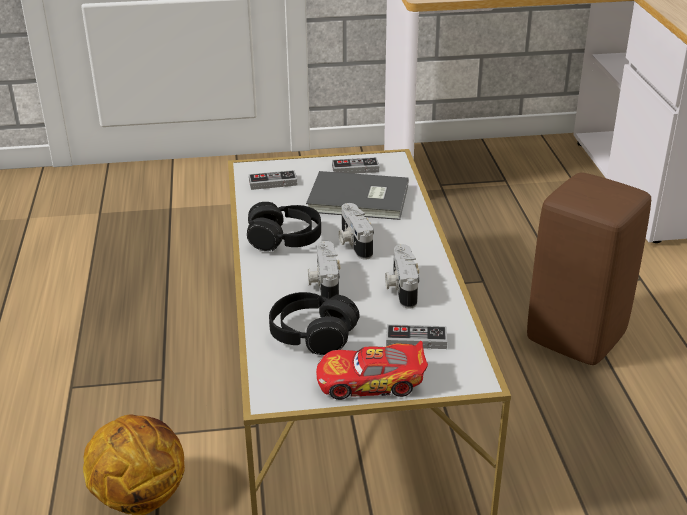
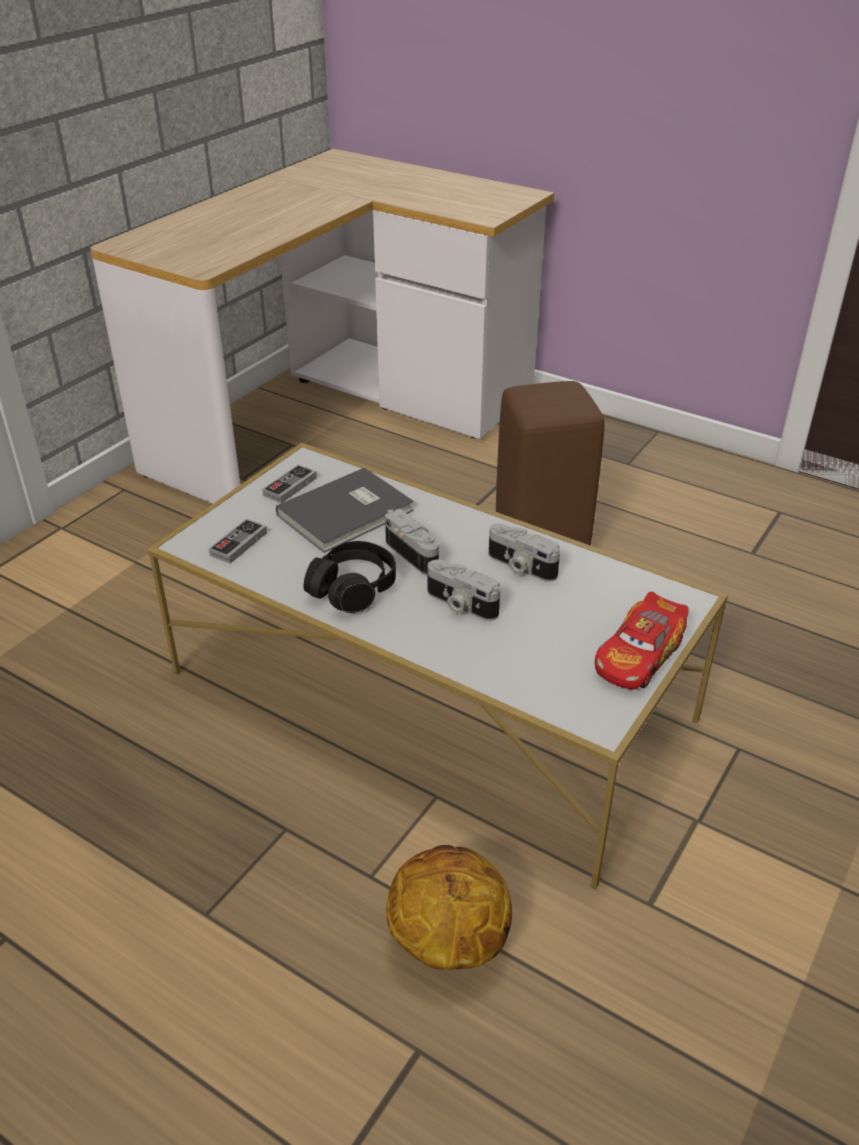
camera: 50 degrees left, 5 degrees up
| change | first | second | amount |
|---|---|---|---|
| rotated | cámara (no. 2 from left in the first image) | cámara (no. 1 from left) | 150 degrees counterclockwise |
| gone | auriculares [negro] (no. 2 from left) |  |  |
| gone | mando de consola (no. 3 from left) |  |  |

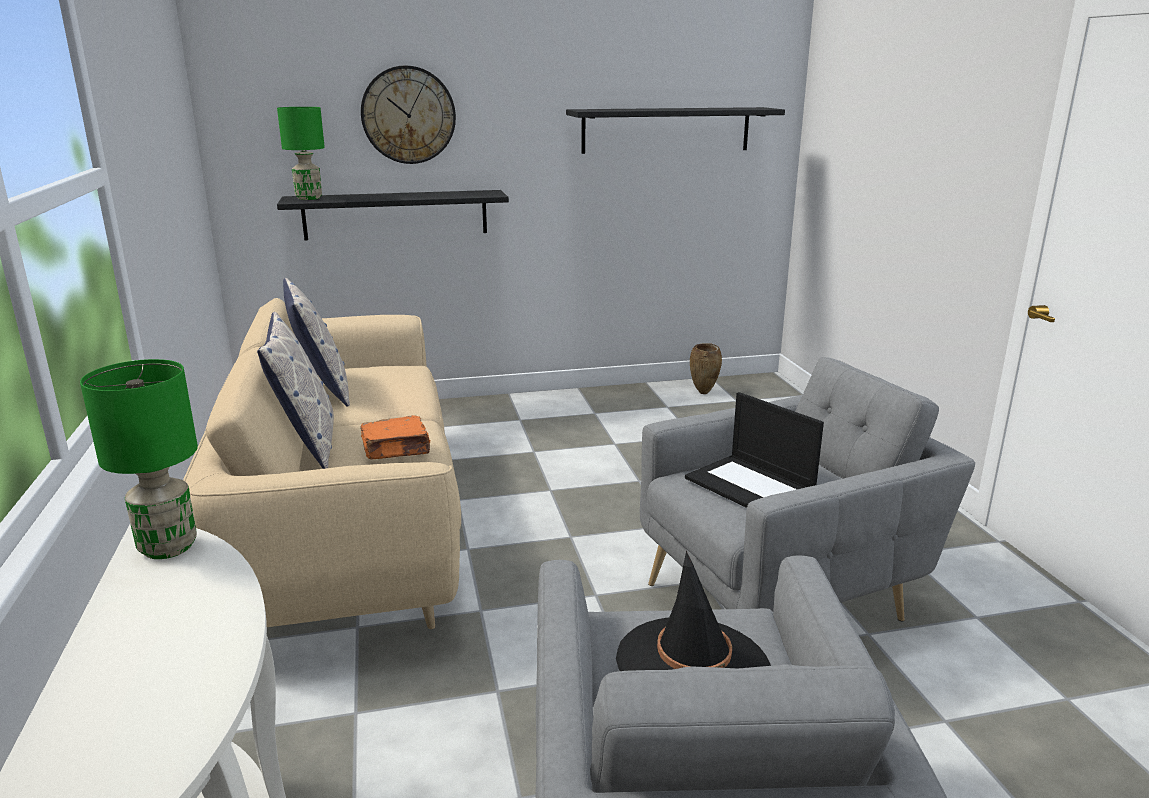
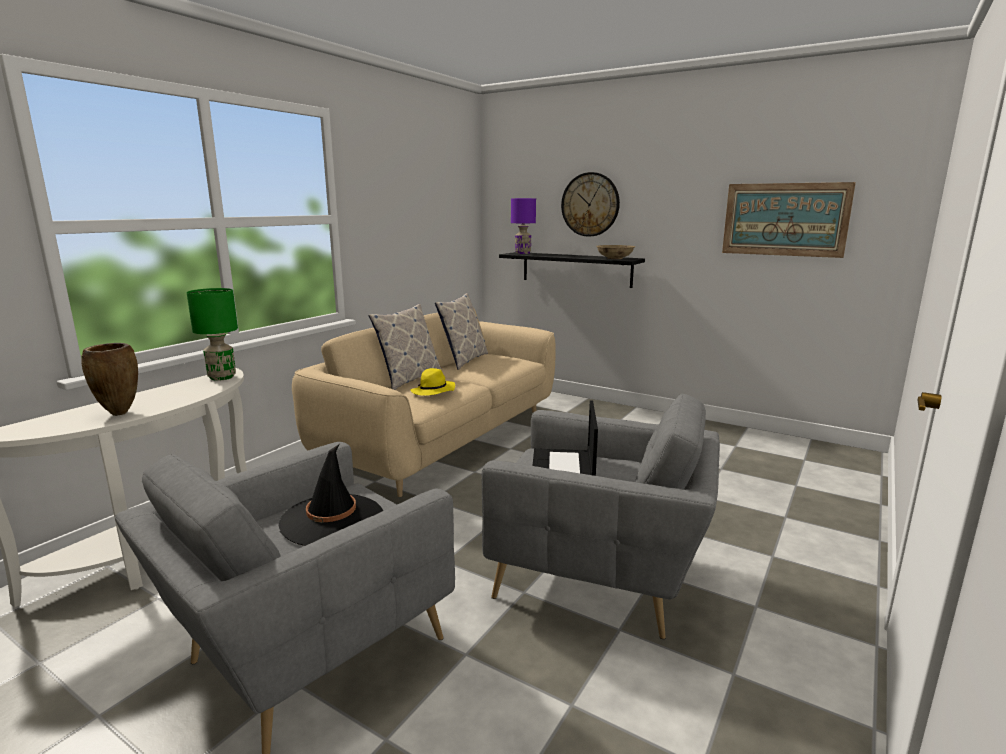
camera: 45 degrees right, 5 degrees down
| change | first | second | amount |
|---|---|---|---|
| shifted | florero [marrón] |  |  |
| swapped | libro [naranja] | sombrero [amarillo] |  |
| repainted | lámpara de mesa [verde] (no. 2 from left) | lámpara de mesa [morado] |  |
| new |  | cuenco [beis] |  |
| swapped | estante [negro] (no. 2 from left) | cuadro |  |

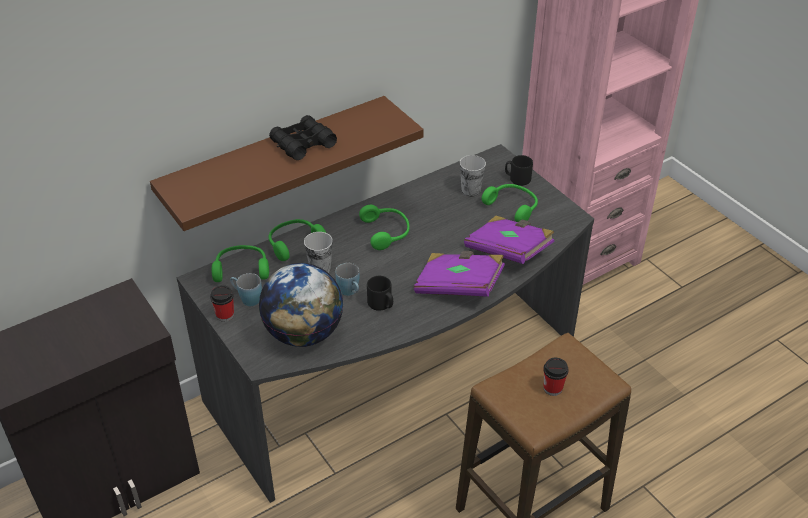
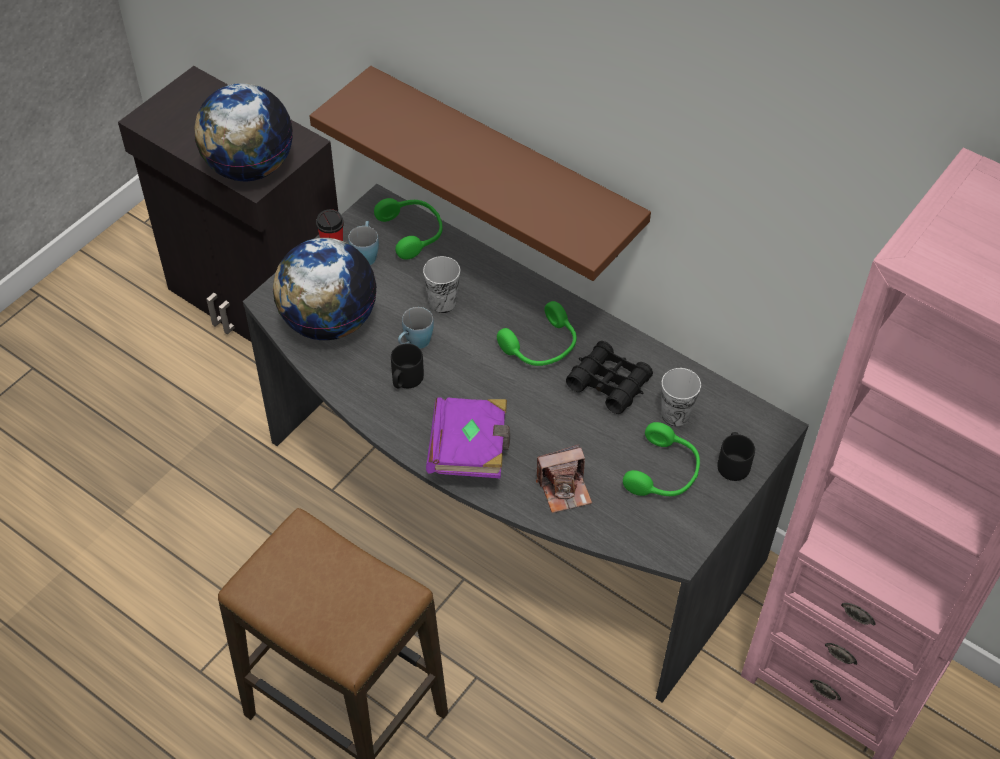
camera: 70 degrees right, 10 degrees up
| change | first | second | amount |
|---|---|---|---|
| new |  | globo terráqueo (no. 1 from left) |  |
| swapped | libro [morado] (no. 2 from left) | cámara |  |
| shifted | prismáticos [negro] |  |  |
| gone | auriculares [verde] (no. 2 from left) |  |  |
| gone | taza (no. 4 from left) |  |  |

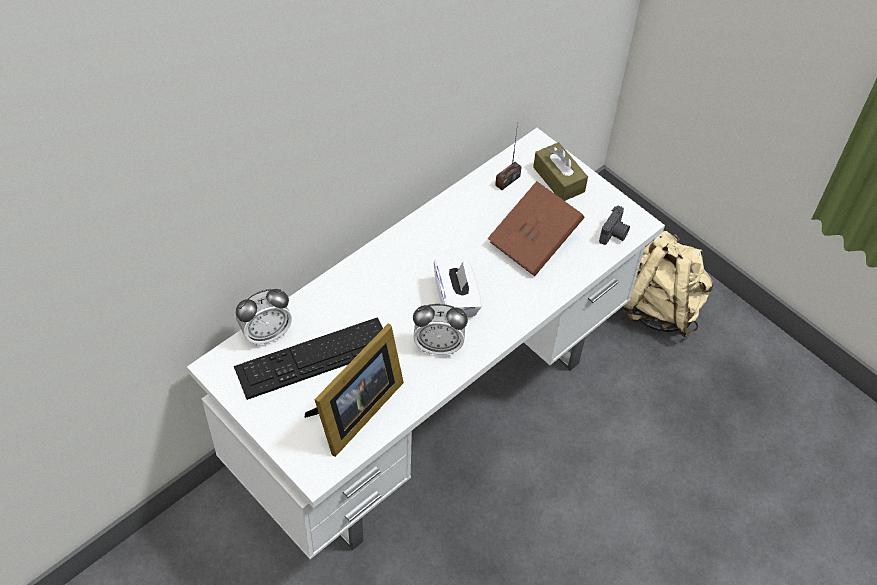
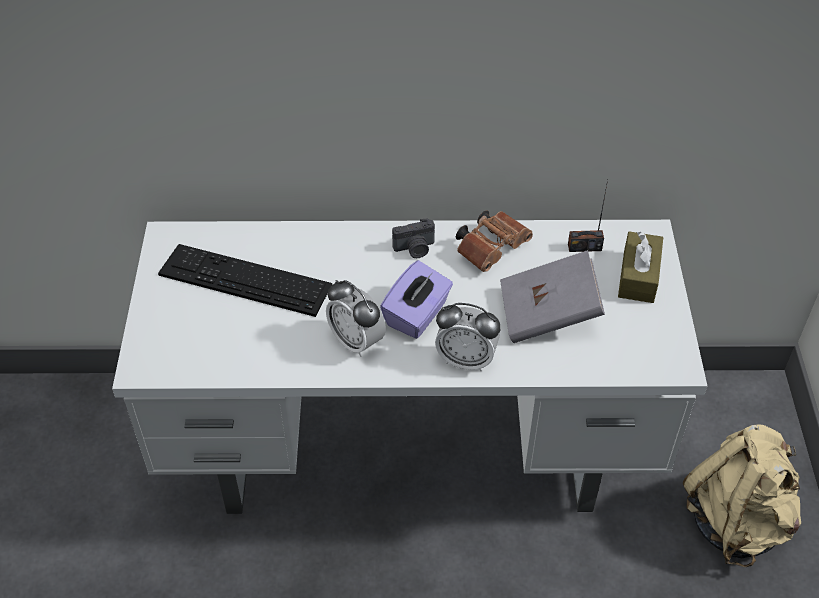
camera: 45 degrees right, 5 degrees down
| change | first | second | amount |
|---|---|---|---|
| repainted | caja de pañuelos [blanco] | caja de pañuelos [morado] |  |
| shifted | cámara |  |  |
| shifted | despertador (no. 1 from left in the first image) | despertador (no. 2 from left) |  |
| new |  | prismáticos [marrón] |  |
| repainted | libro [marrón] | libro [gris] |  |
| gone | portarretratos |  |  |

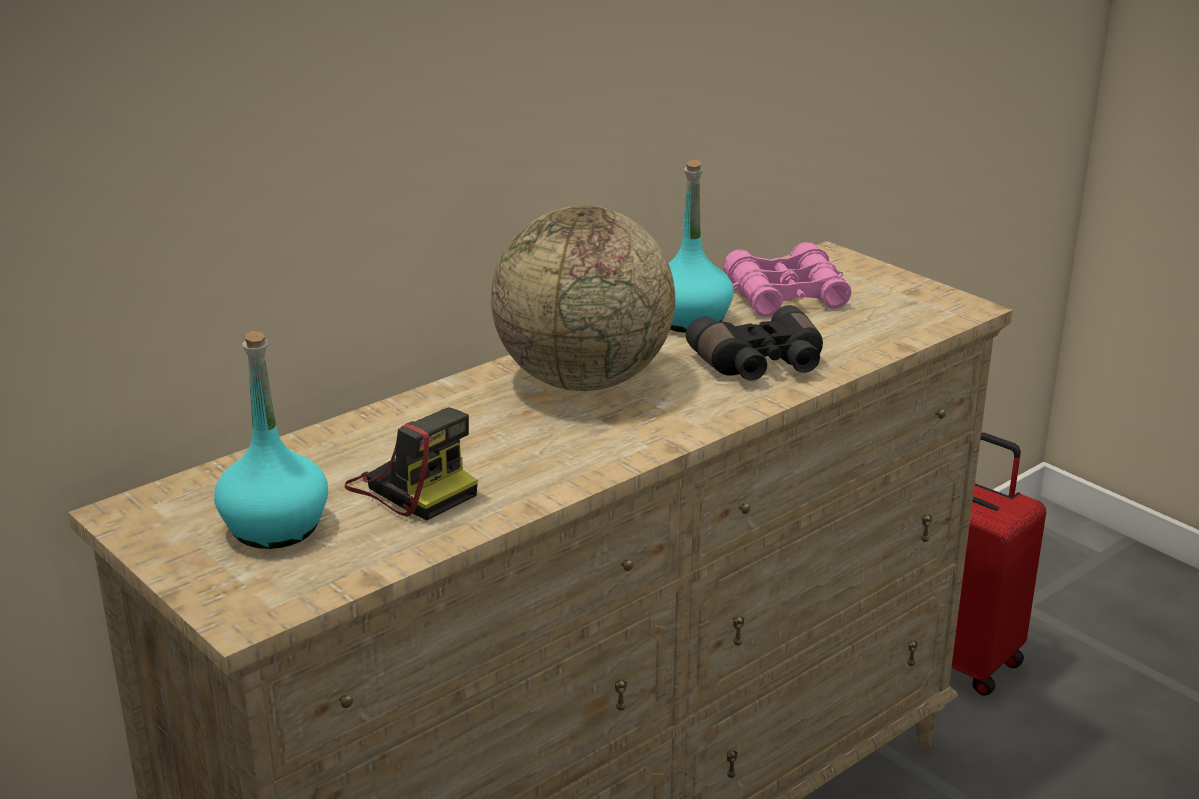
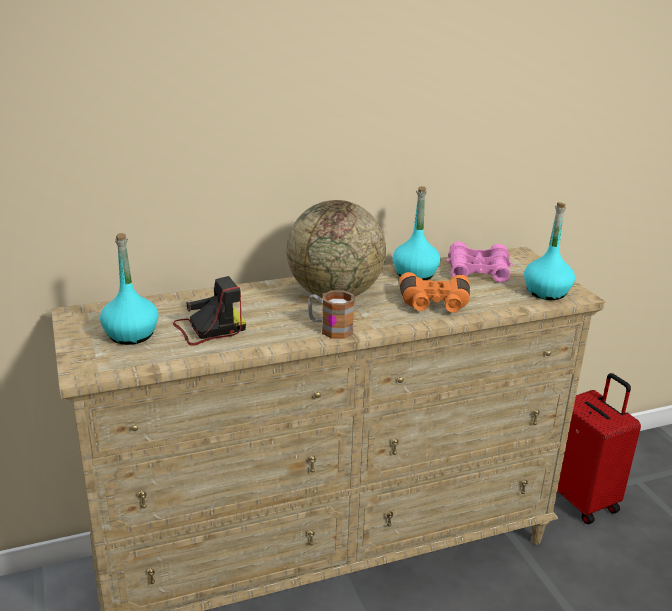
camera: 20 degrees right, 0 degrees up
| change | first | second | amount |
|---|---|---|---|
| rotated | cámara |  | 90 degrees counterclockwise |
| new |  | taza grande |  |
| repainted | prismáticos [negro] | prismáticos [naranja] |  |
| new |  | botella [turquesa] (no. 3 from left) |  |

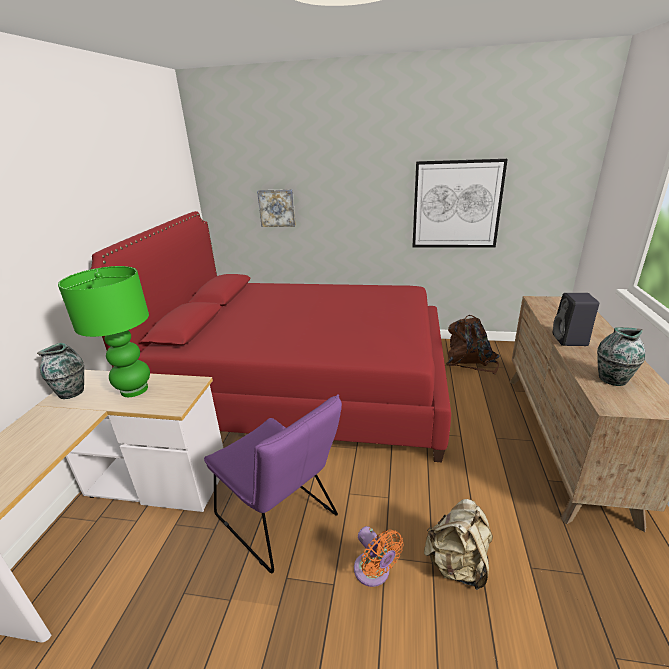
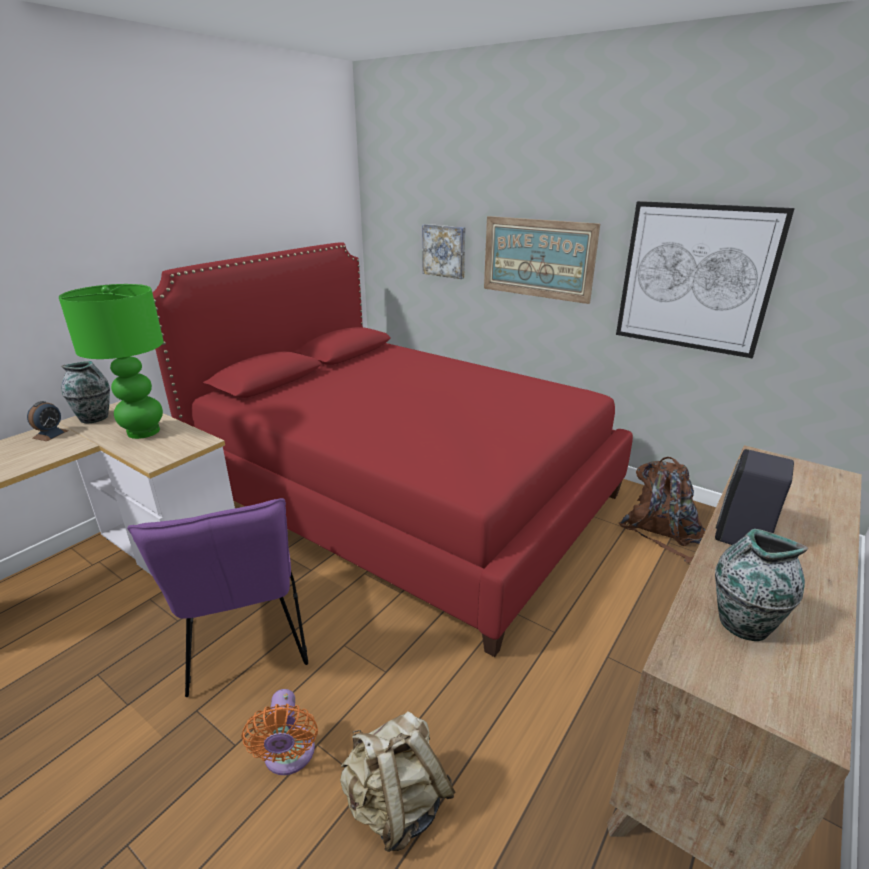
camera: 25 degrees right, 0 degrees up
| change | first | second | amount |
|---|---|---|---|
| new |  | despertador |  |
| new |  | cuadro (no. 2 from left) |  |

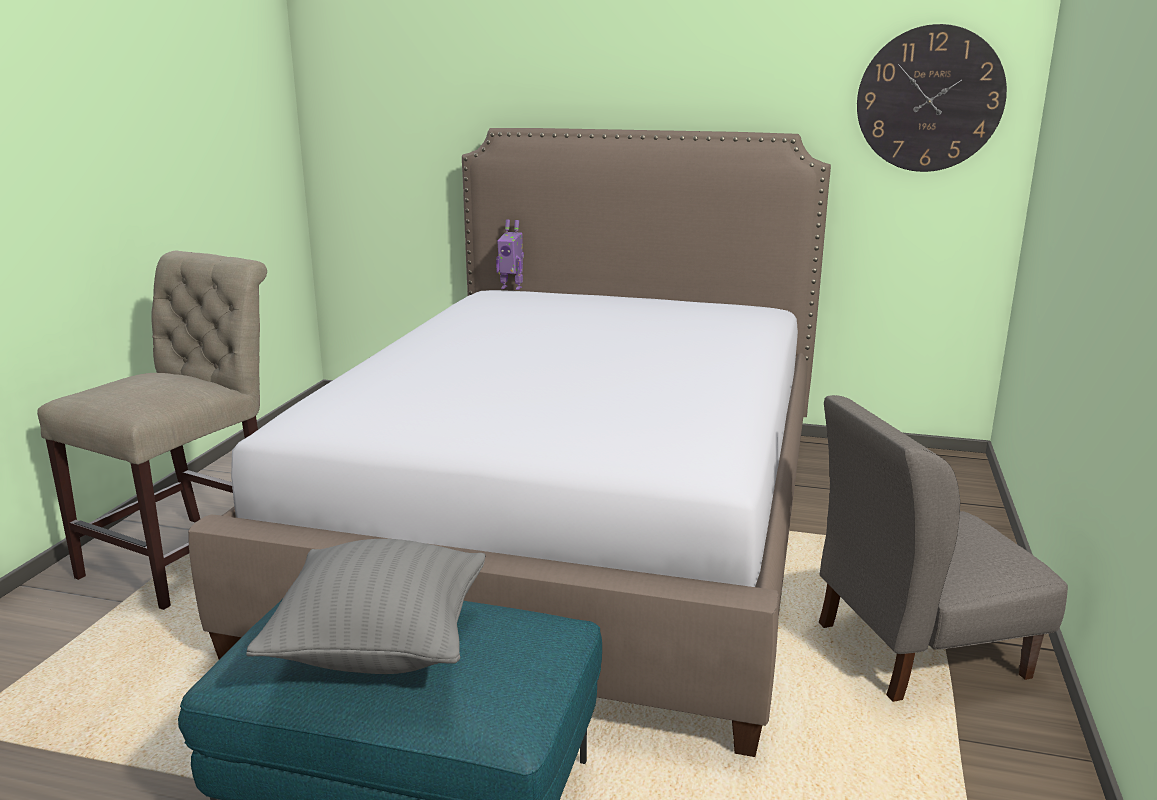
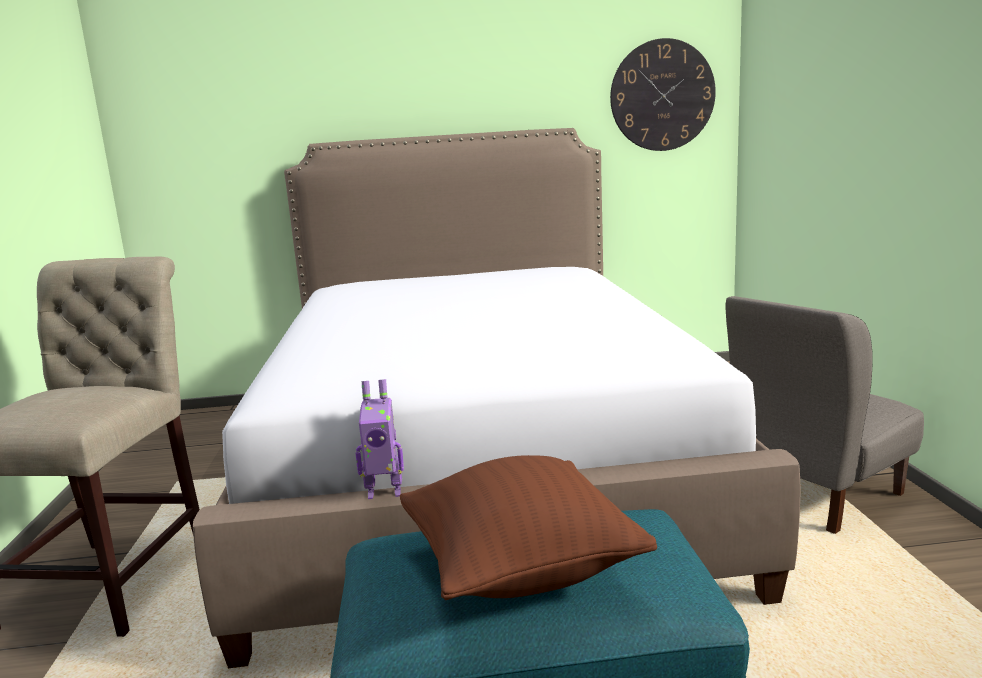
camera: 20 degrees left, 5 degrees down
| change | first | second | amount |
|---|---|---|---|
| shifted | robot de juguete |  |  |
| repainted | cojín [gris] | cojín [marrón] |  |

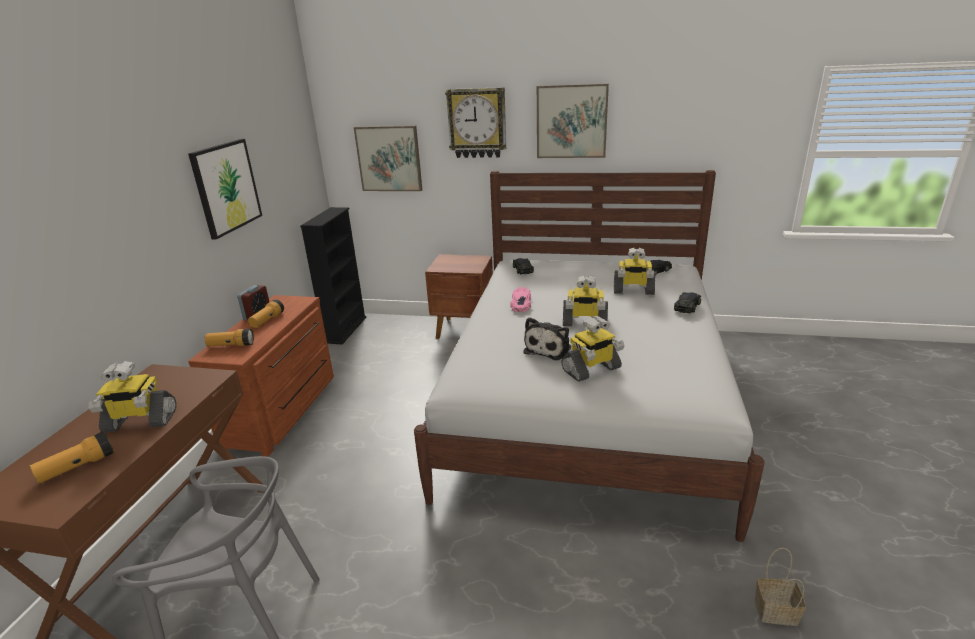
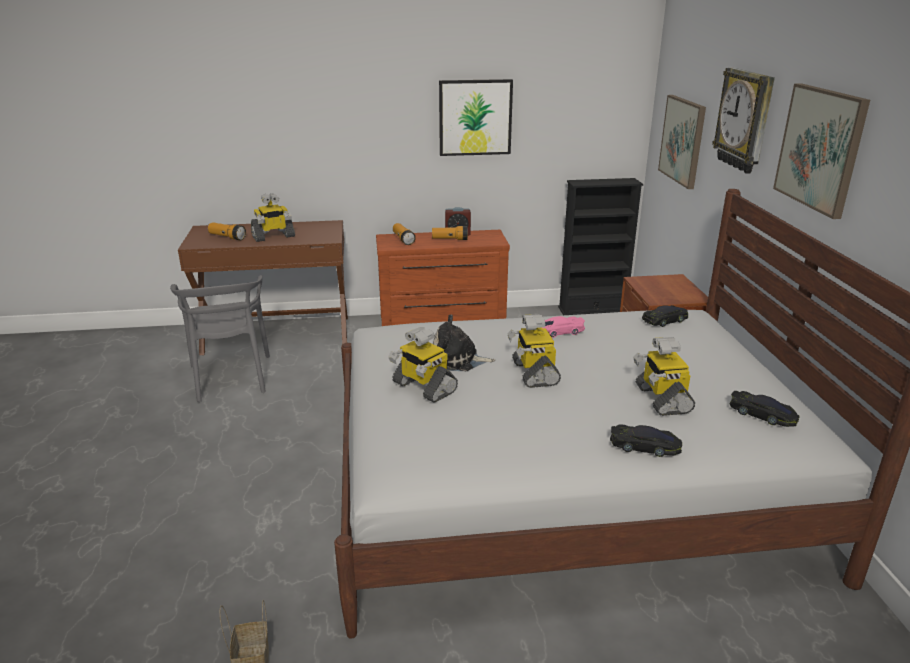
camera: 70 degrees right, 0 degrees up
| change | first | second | amount |
|---|---|---|---|
| rotated | robot de juguete (no. 1 from left) |  | 90 degrees counterclockwise |

